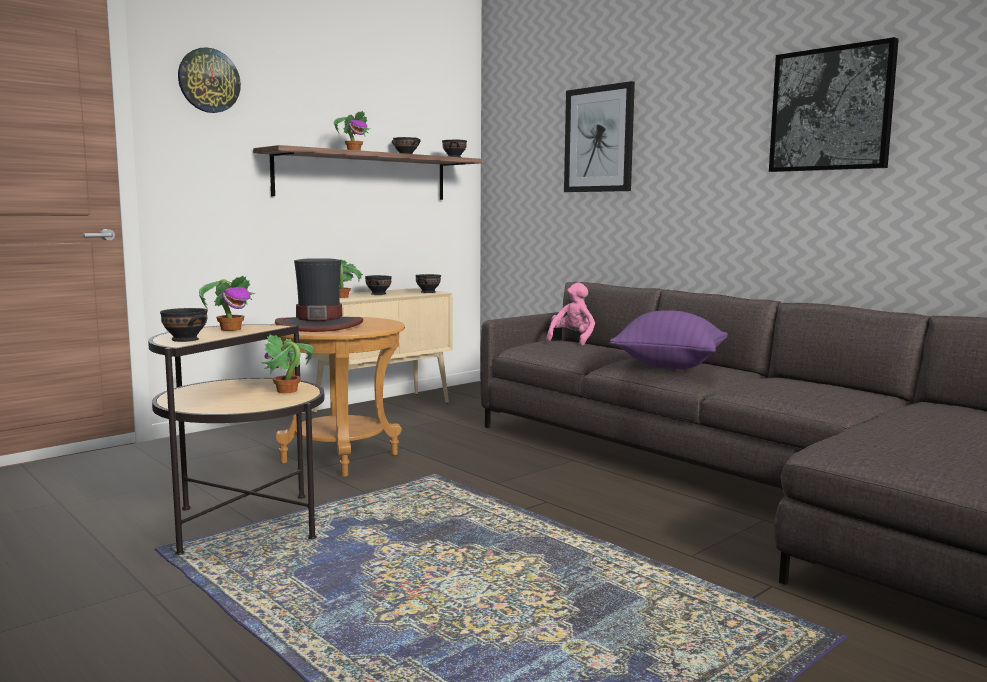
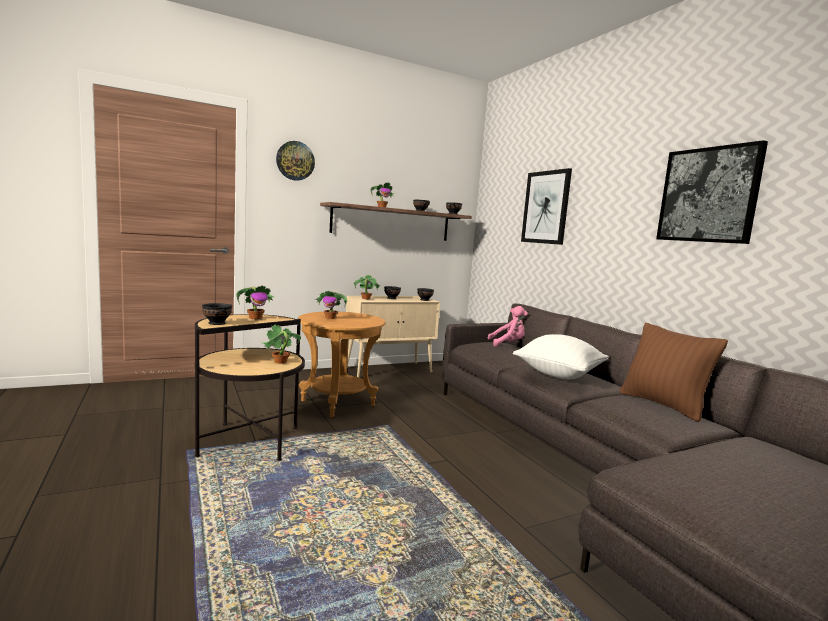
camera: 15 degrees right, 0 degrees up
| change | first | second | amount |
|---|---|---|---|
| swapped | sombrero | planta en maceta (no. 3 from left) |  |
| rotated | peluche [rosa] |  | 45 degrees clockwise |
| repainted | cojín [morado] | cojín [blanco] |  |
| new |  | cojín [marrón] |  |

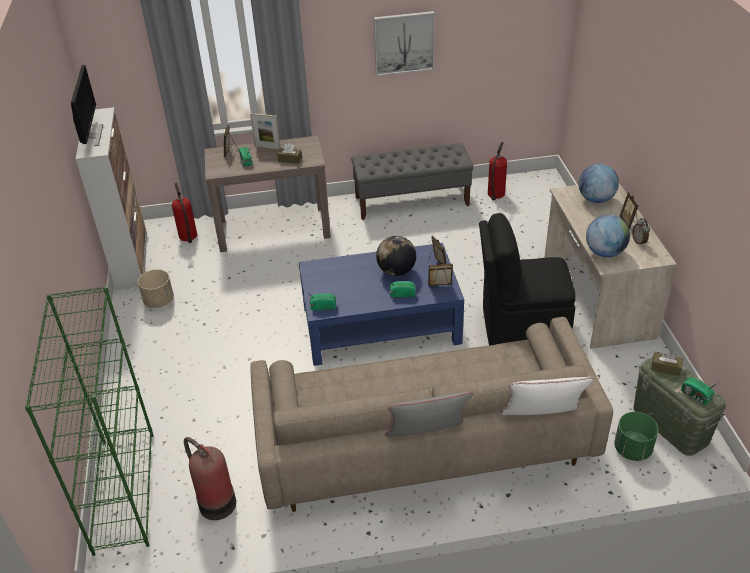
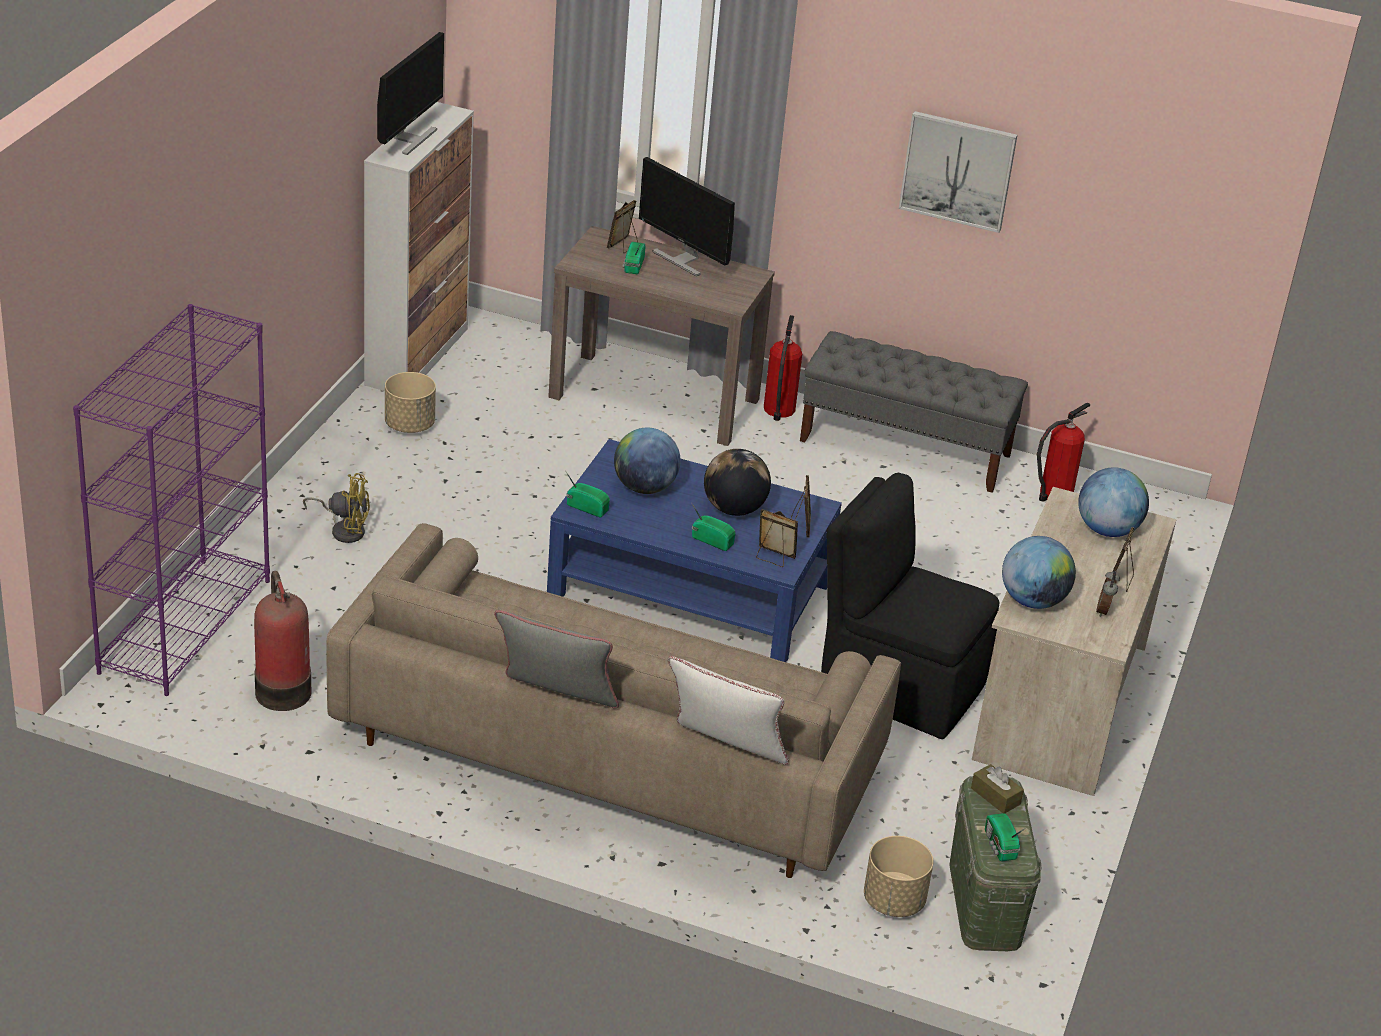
camera: 25 degrees right, 5 degrees down
| change | first | second | amount |
|---|---|---|---|
| repainted | estantería [verde] | estantería [morado] |  |
| new |  | ventilador [amarillo] |  |
| new |  | globo terráqueo (no. 1 from left) |  |
| swapped | portarretratos (no. 2 from left) | monitor (no. 2 from left) |  |
| shifted | extintor (no. 1 from left in the first image) | extintor (no. 2 from left) |  |
| repainted | maceta [verde] | maceta [beis] (no. 2 from left) |  |
| gone | caja de pañuelos [marrón] (no. 1 from left) |  |  |

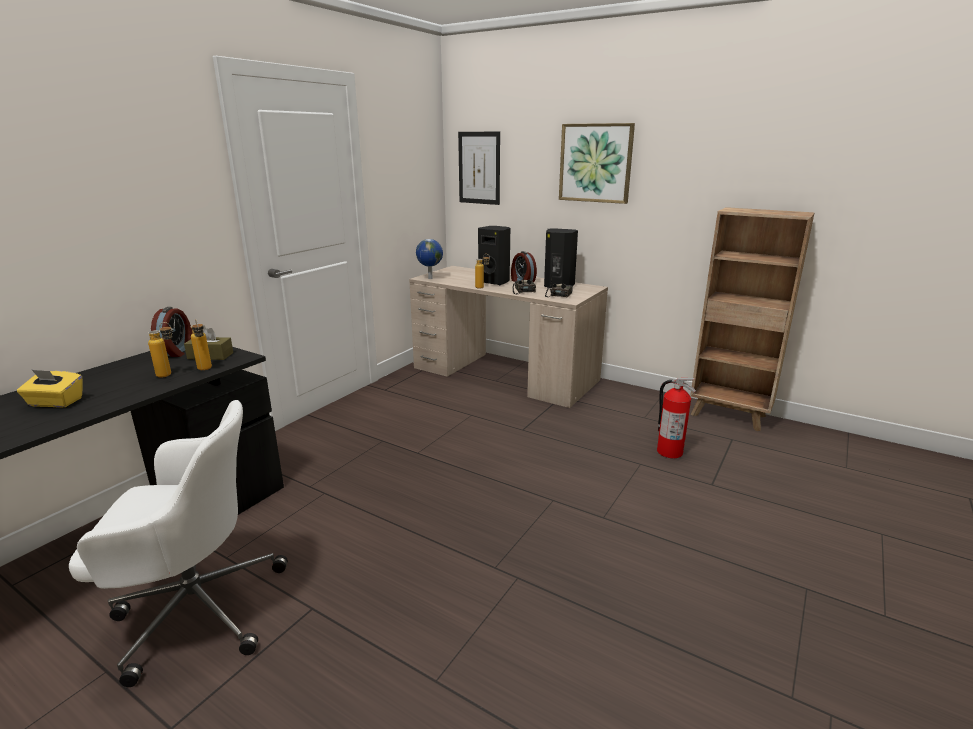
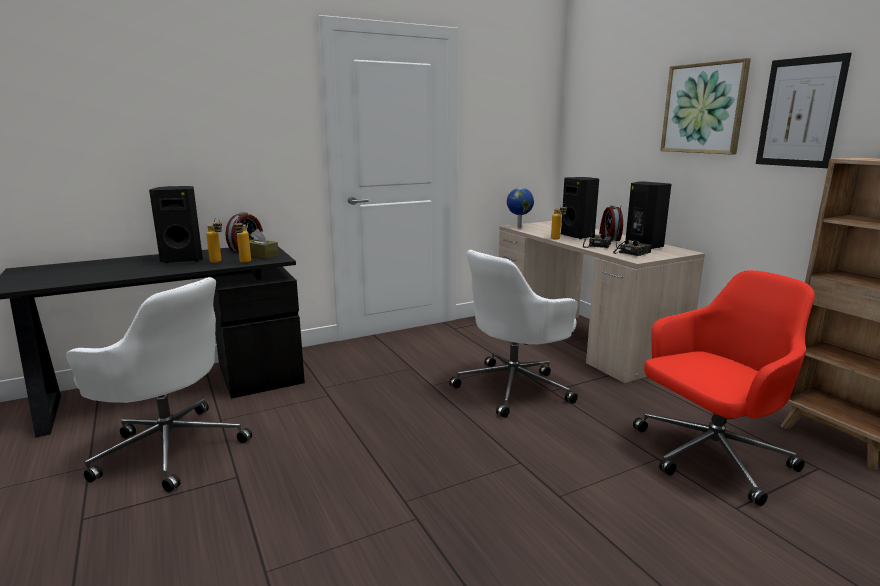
camera: 30 degrees right, 5 degrees down
| change | first | second | amount |
|---|---|---|---|
| new |  | altavoz [negro] (no. 1 from left) |  |
| new |  | silla de oficina [blanco] (no. 2 from left) |  |
| swapped | extintor | silla de oficina [rojo] |  |
| shifted | cuadro (no. 1 from left in the first image) | cuadro (no. 2 from left) |  |
| gone | caja de pañuelos [amarillo] |  |  |

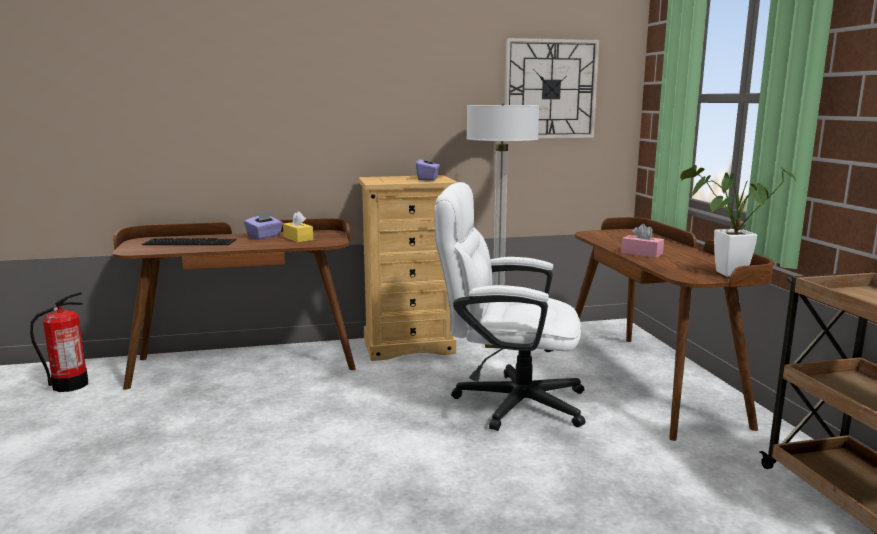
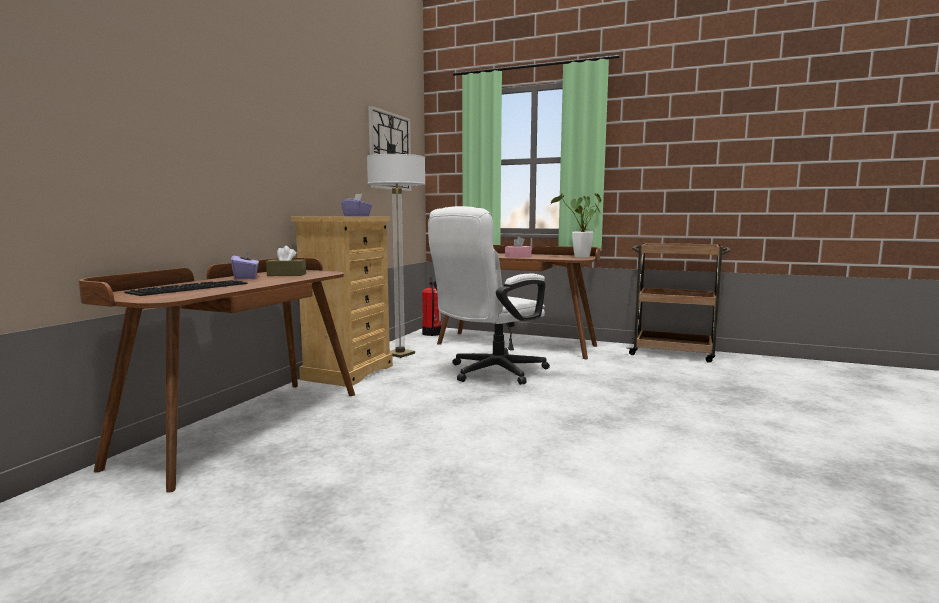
camera: 55 degrees left, 5 degrees down
| change | first | second | amount |
|---|---|---|---|
| repainted | caja de pañuelos [amarillo] | caja de pañuelos [marrón] |  |
| shifted | extintor |  |  |

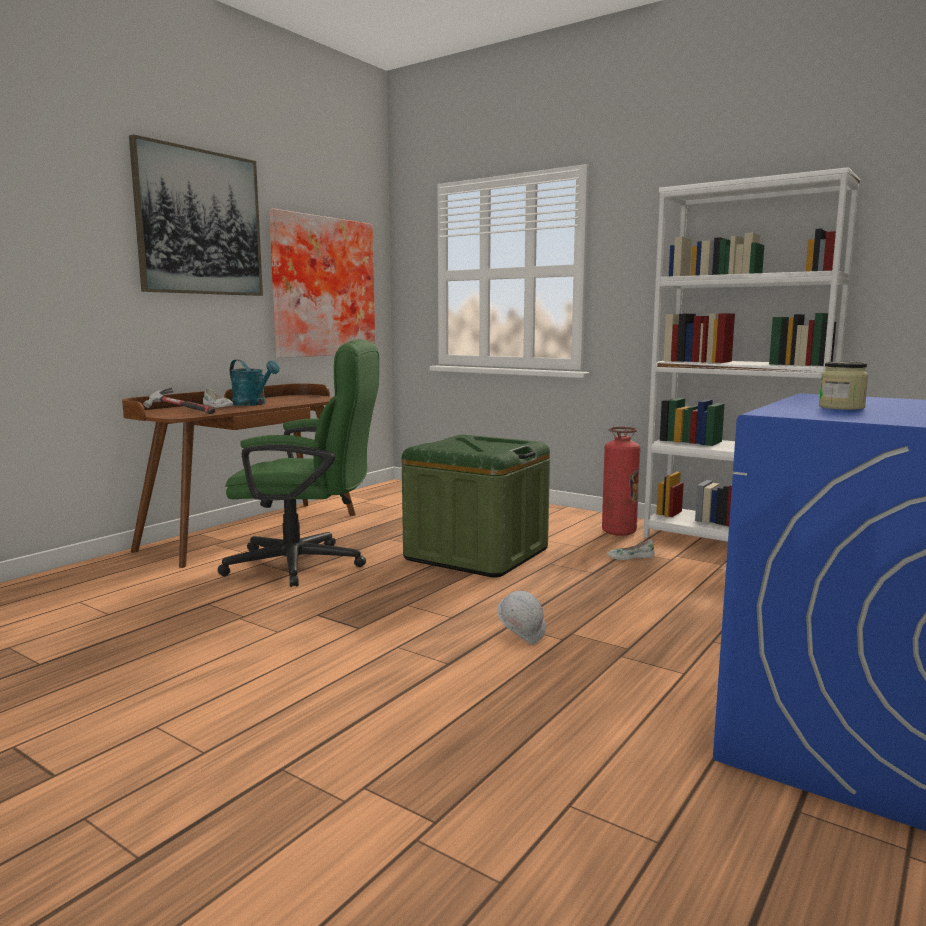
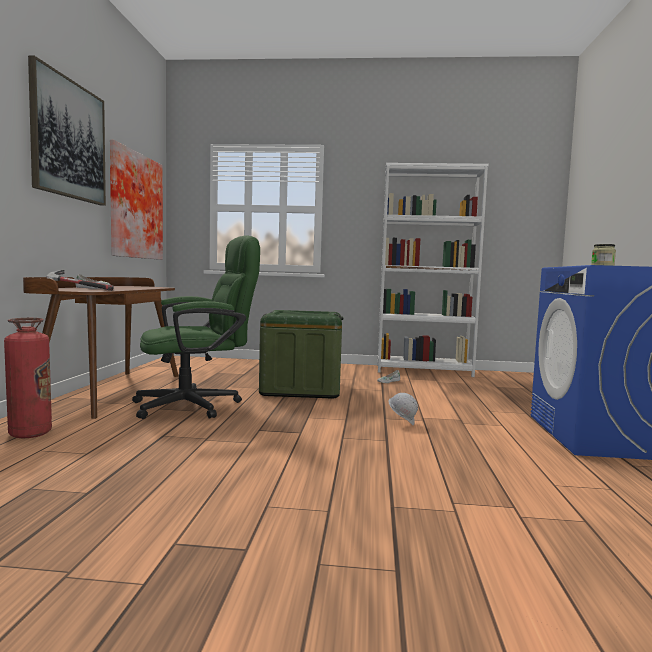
camera: 30 degrees left, 5 degrees down
| change | first | second | amount |
|---|---|---|---|
| shifted | extintor |  |  |
| gone | regadera [turquesa] |  |  |

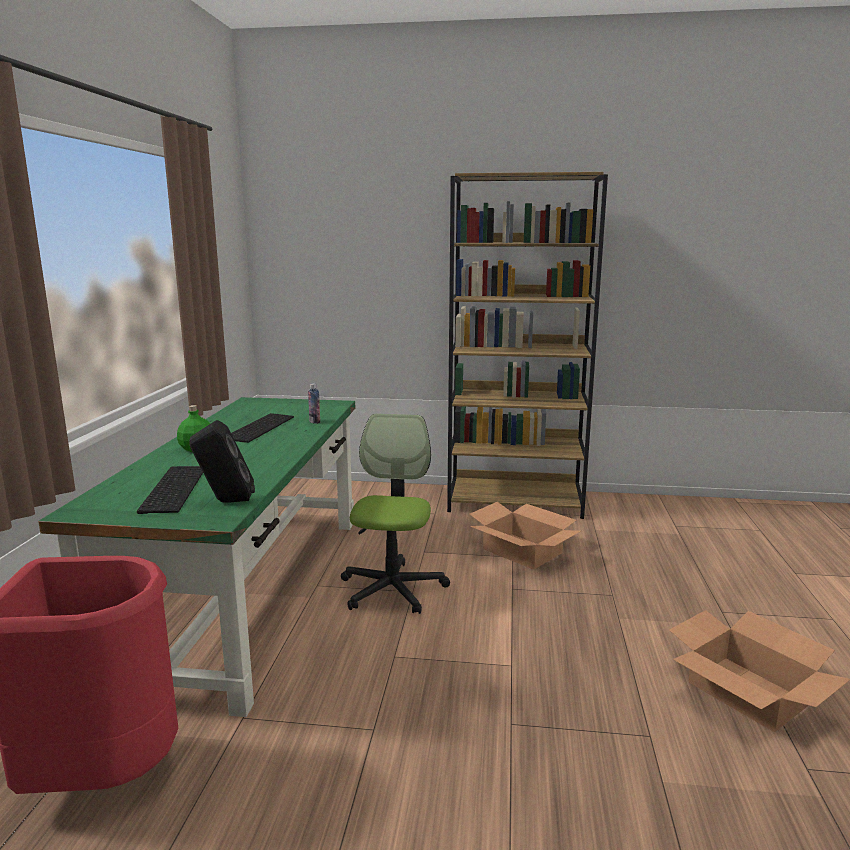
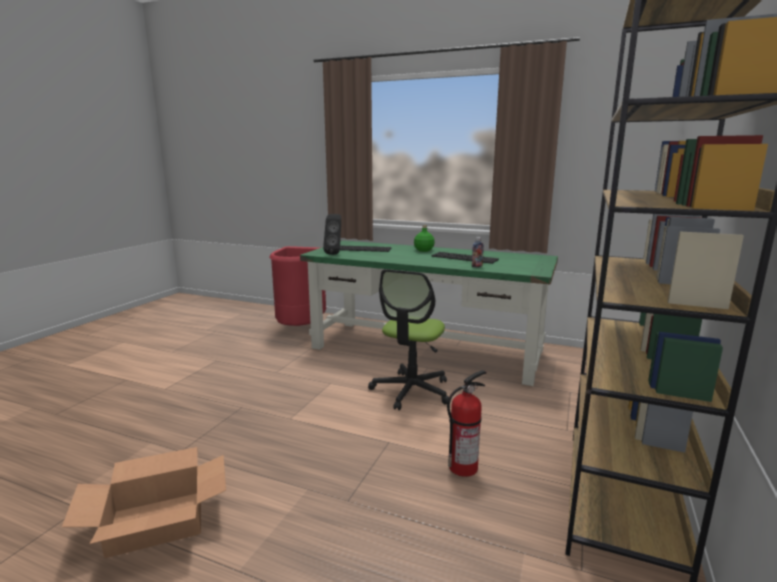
camera: 105 degrees right, 0 degrees up
| change | first | second | amount |
|---|---|---|---|
| rotated | silla de oficina |  | 90 degrees clockwise |
| swapped | caja de cartón (no. 1 from left) | extintor |  |

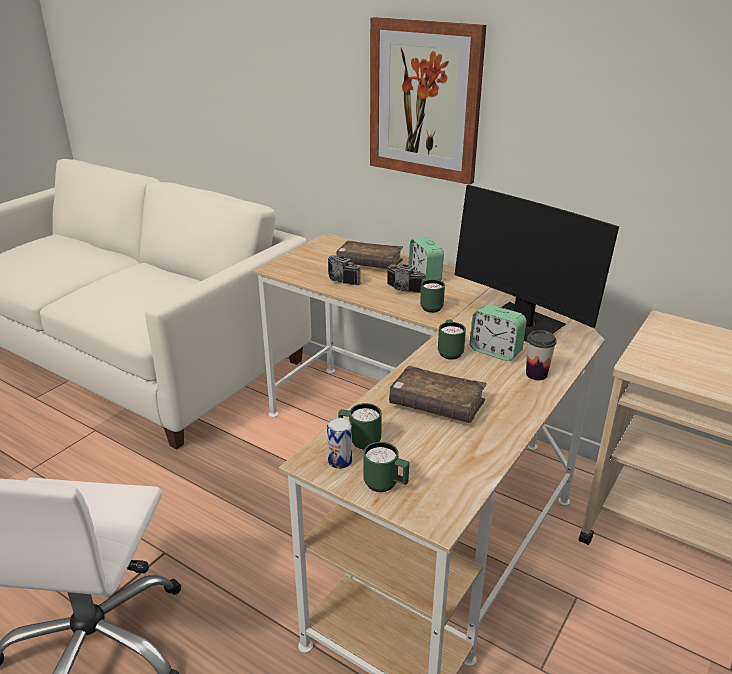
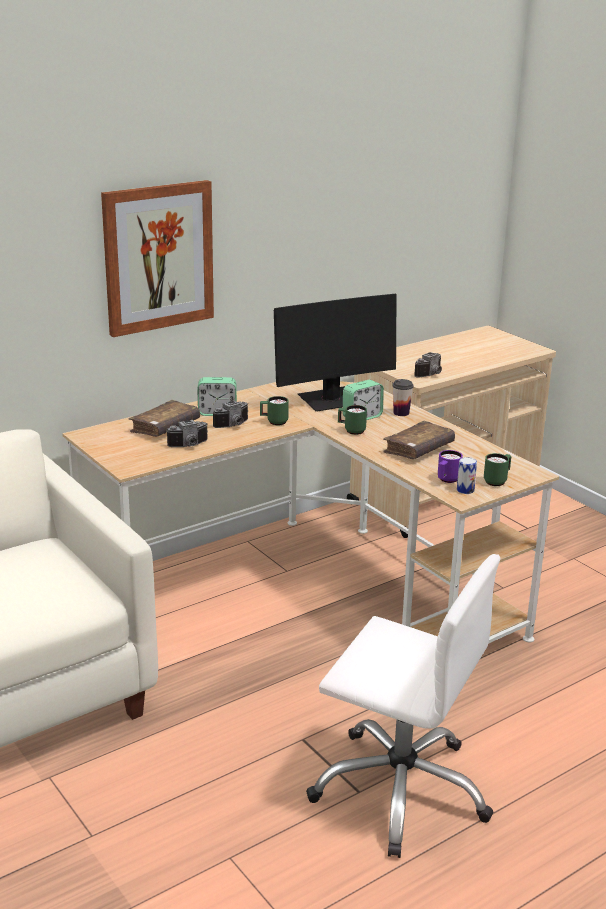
camera: 70 degrees left, 5 degrees down
| change | first | second | amount |
|---|---|---|---|
| new |  | cámara (no. 3 from left) |  |
| repainted | taza grande [verde] (no. 1 from left) | taza grande [morado] |  |

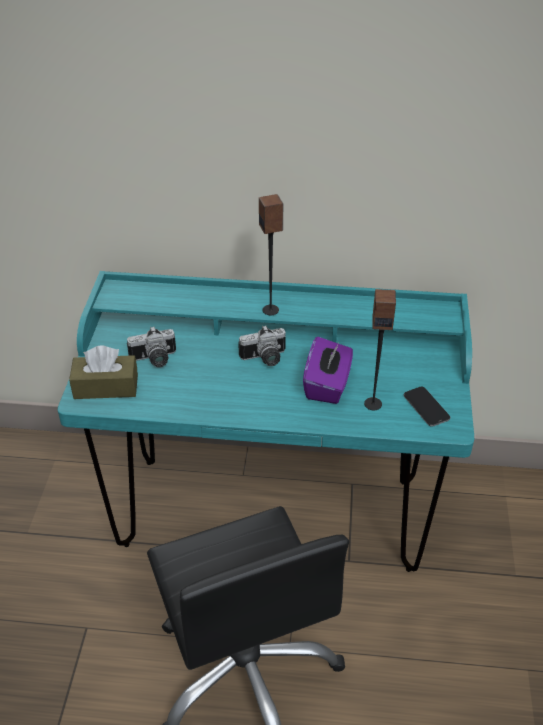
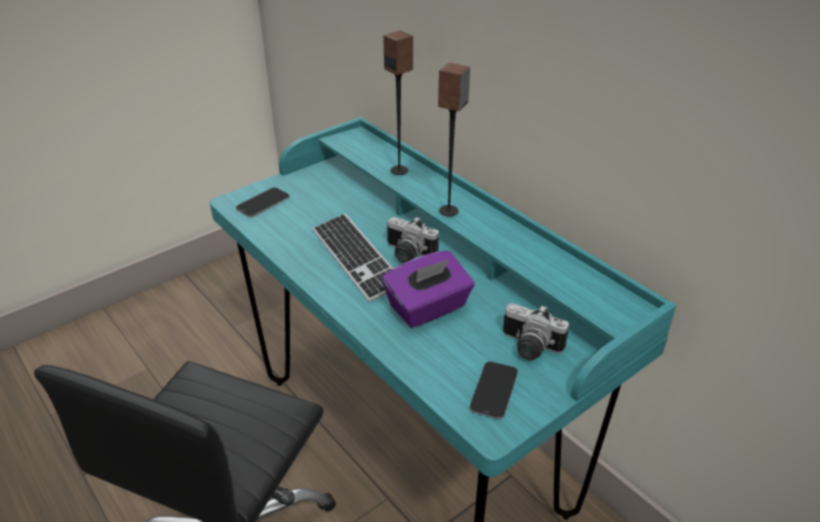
camera: 45 degrees right, 5 degrees down
| change | first | second | amount |
|---|---|---|---|
| swapped | caja de pañuelos [marrón] | móvil (no. 1 from left) |  |
| new |  | teclado |  |
| shifted | altavoz (no. 2 from left in the first image) | altavoz (no. 1 from left) |  |
| shifted | cámara (no. 1 from left in the first image) | cámara (no. 2 from left) |  |

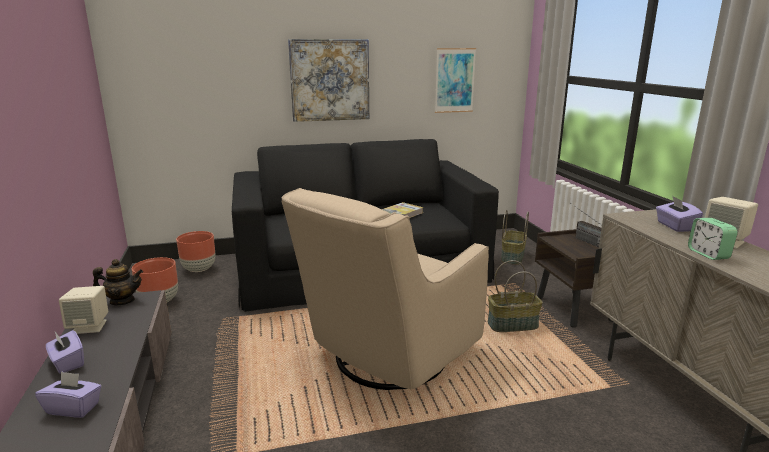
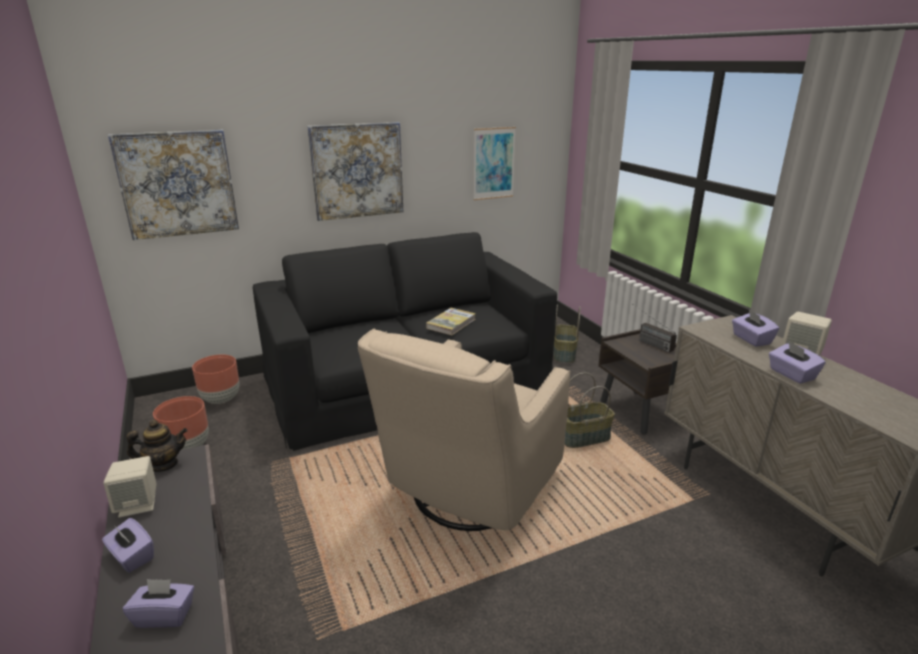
camera: 10 degrees left, 5 degrees up
| change | first | second | amount |
|---|---|---|---|
| new |  | cuadro (no. 1 from left) |  |
| swapped | despertador | caja de pañuelos [morado] (no. 4 from left) |  |

